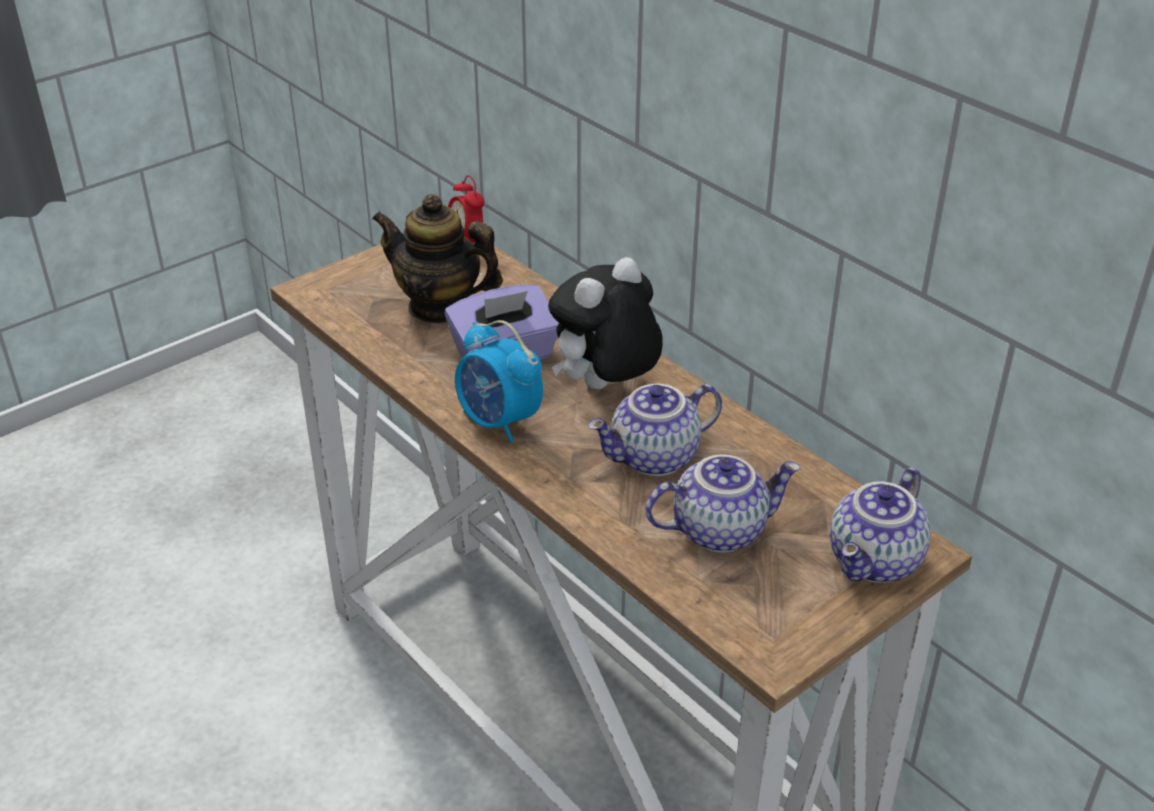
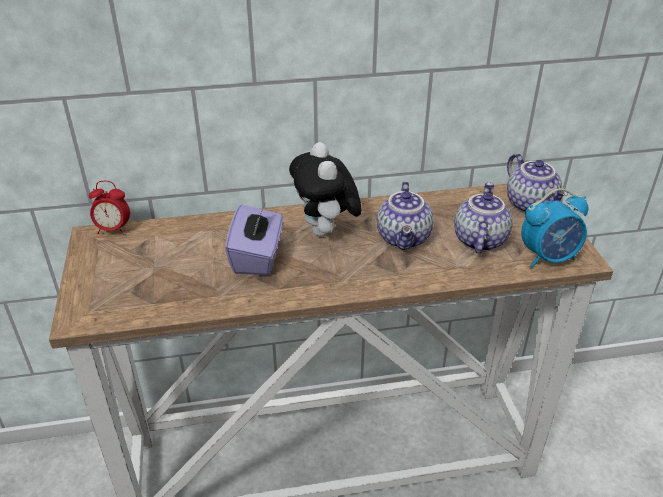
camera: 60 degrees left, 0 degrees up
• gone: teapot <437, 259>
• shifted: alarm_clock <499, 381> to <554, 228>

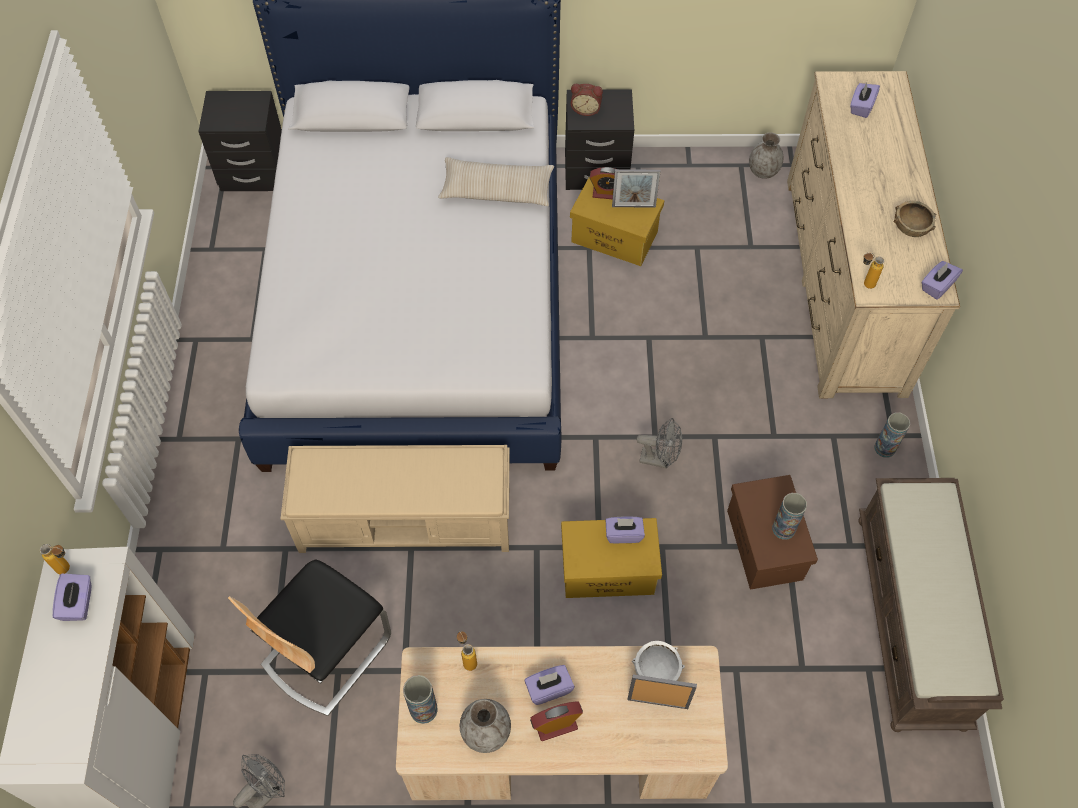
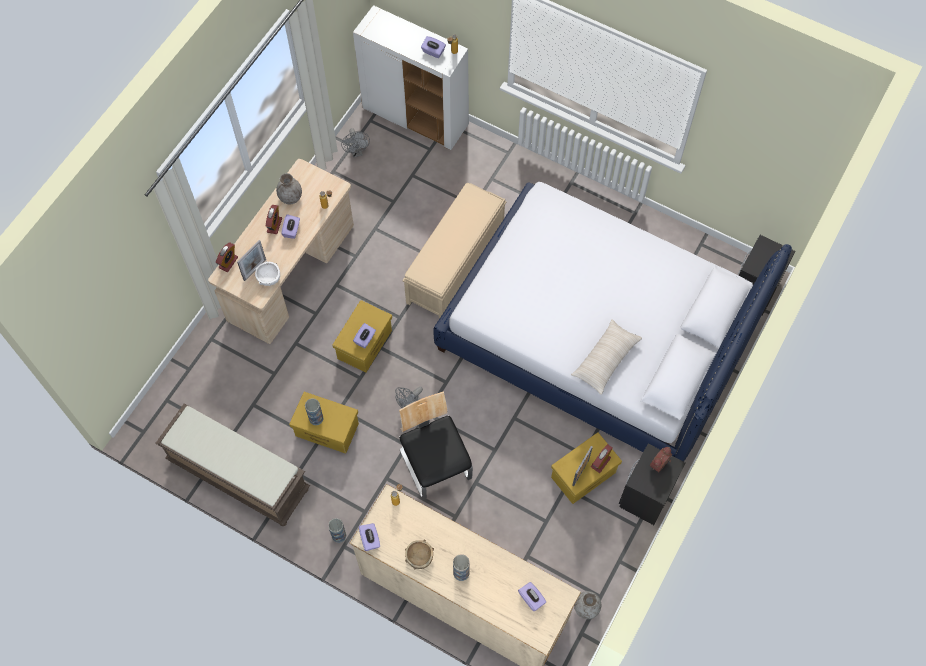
camera: 120 degrees right, 5 degrees up
• new: alarm_clock <227, 257>
• shifted: chair <309, 638> to <436, 445>
• shifted: vase <420, 699> to <461, 567>
• repainted: brown_storage_box <772, 532> to yellow_storage_box <324, 423>

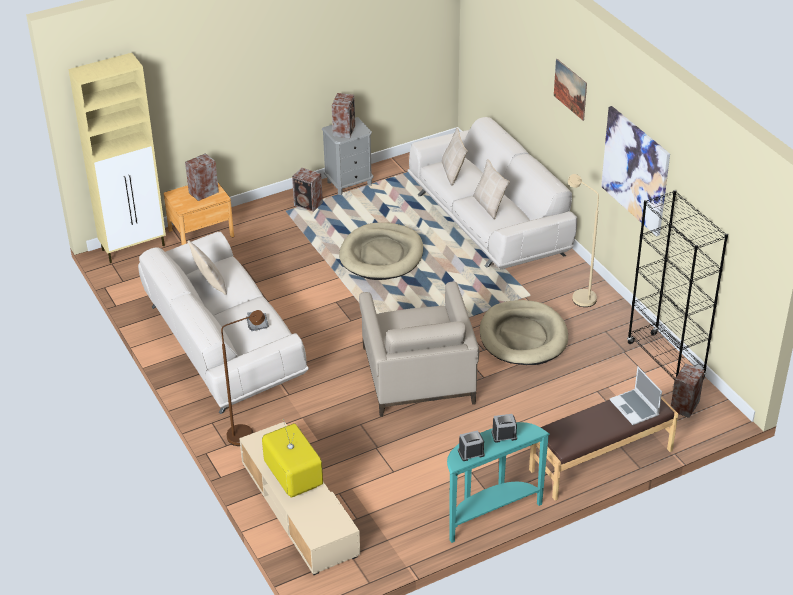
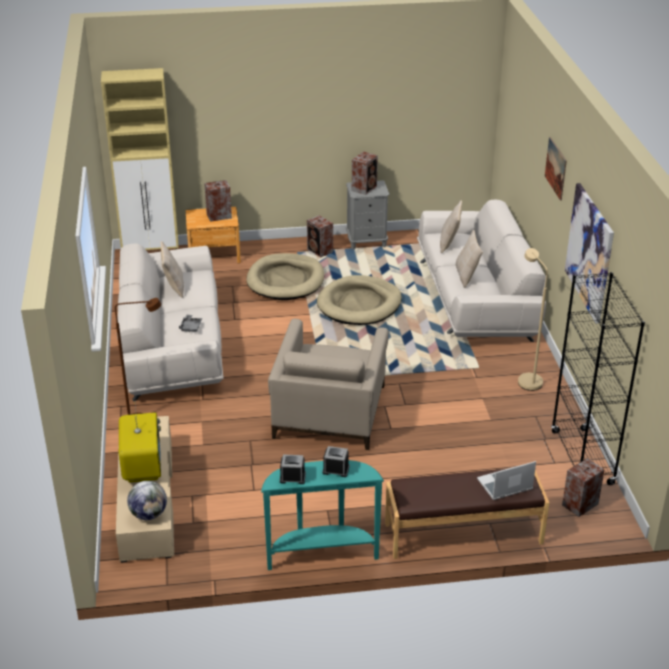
camera: 20 degrees right, 5 degrees down
• new: globe <147, 500>
• shifted: beige_dog_bed <524, 332> to <285, 276>
• rotated: laptop <636, 395> = <506, 480> 75 degrees clockwise

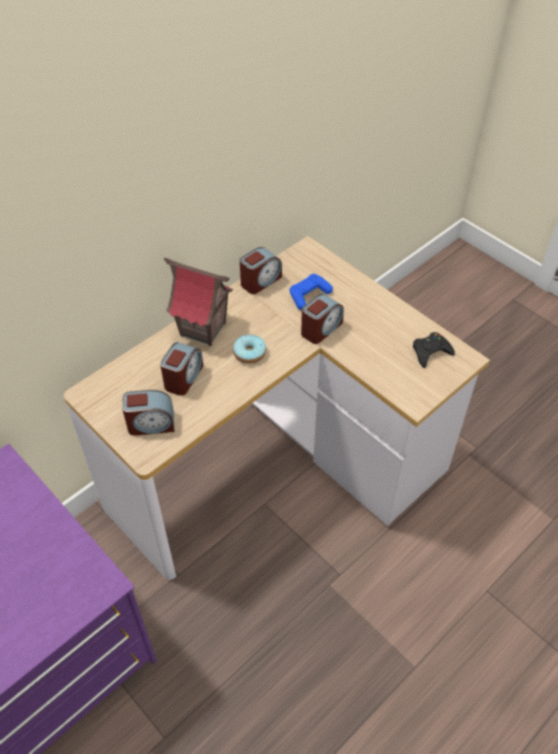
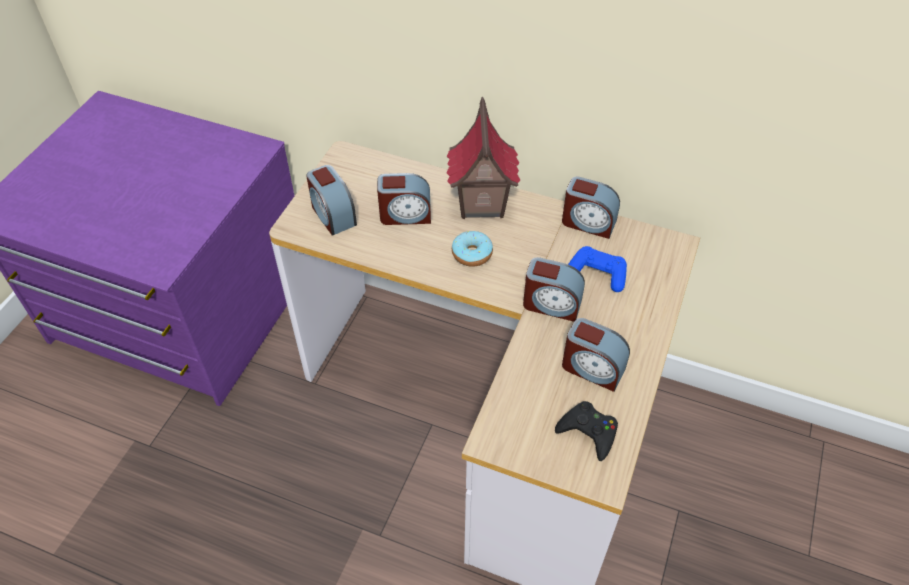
camera: 65 degrees right, 0 degrees up
• new: alarm_clock <596, 355>

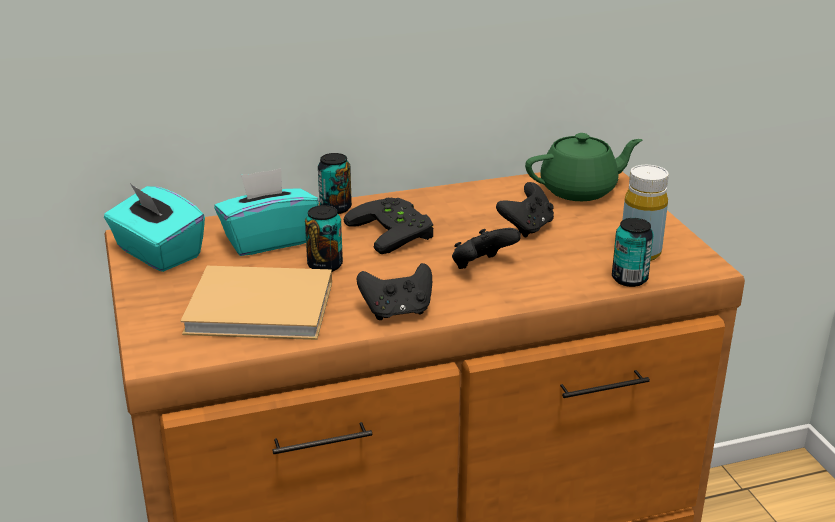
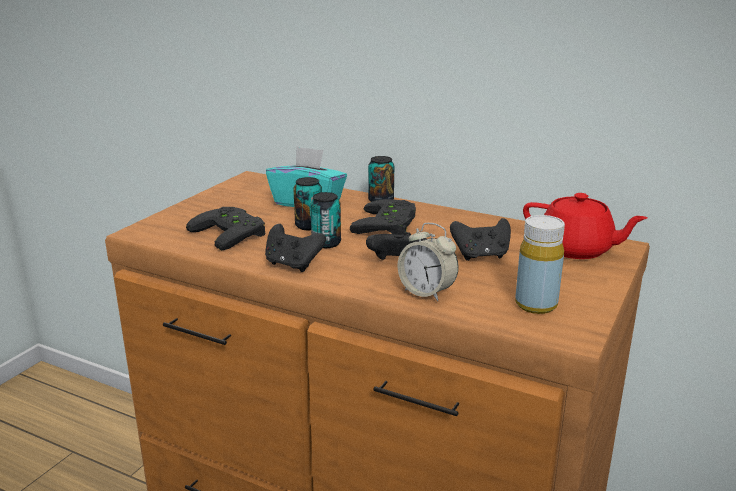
camera: 45 degrees right, 5 degrees down
• gone: turquoise_tissue_box <154, 227>
• new: alarm_clock <428, 262>
• shifted: can <633, 252> to <325, 220>
• swapped: beige_book <256, 303> to black_game_controller <226, 228>
• repainted: green_teapot <584, 167> to red_teapot <585, 226>

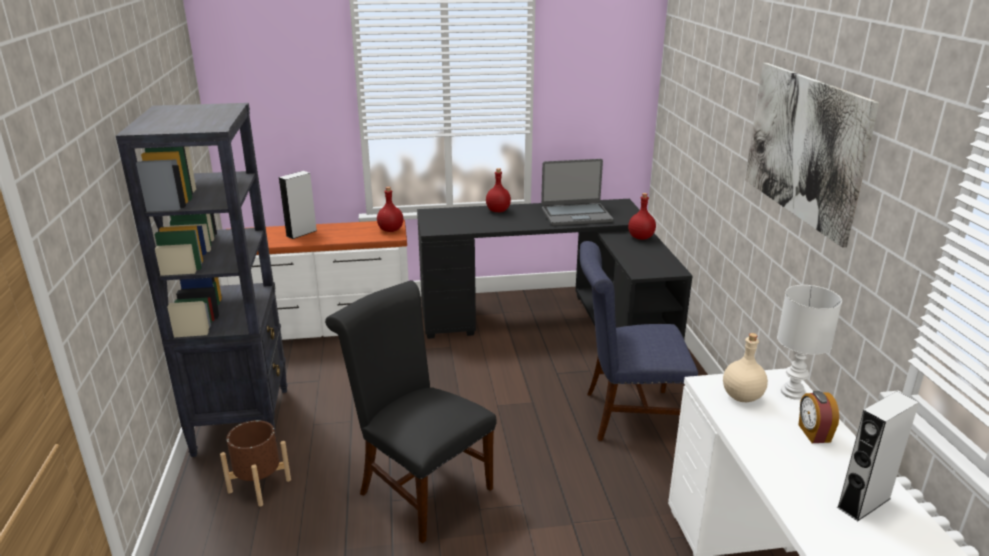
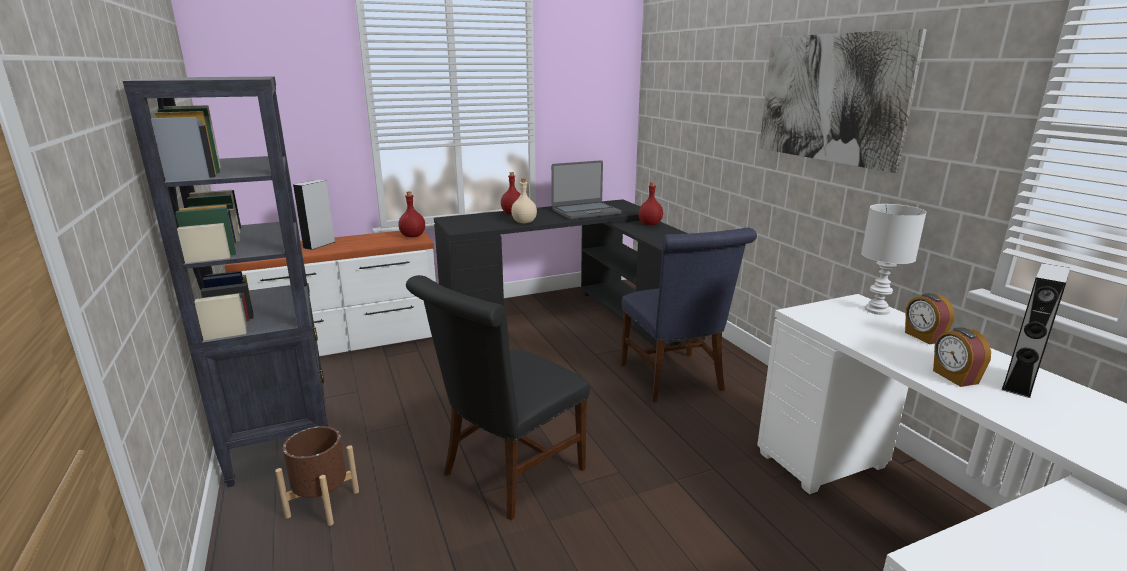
camera: 15 degrees left, 5 degrees down
• new: alarm_clock <962, 357>
• shifted: beige_bottle <745, 367> to <524, 201>
• rotated: black_chair <411, 411> = <498, 398> 75 degrees counterclockwise
• rotated: blue_chair <639, 341> = <689, 315> 90 degrees counterclockwise

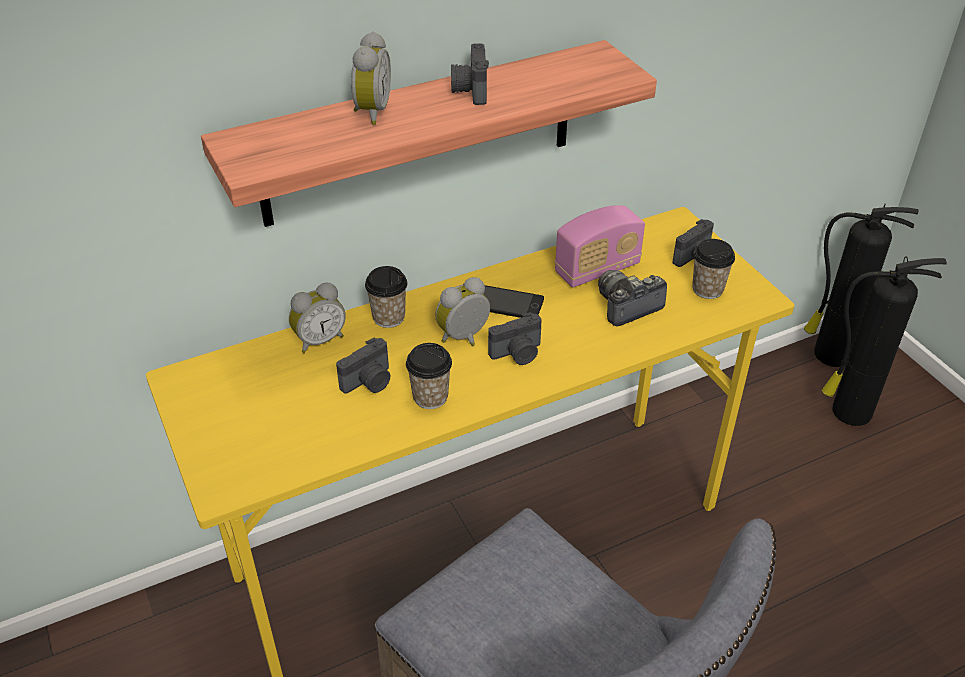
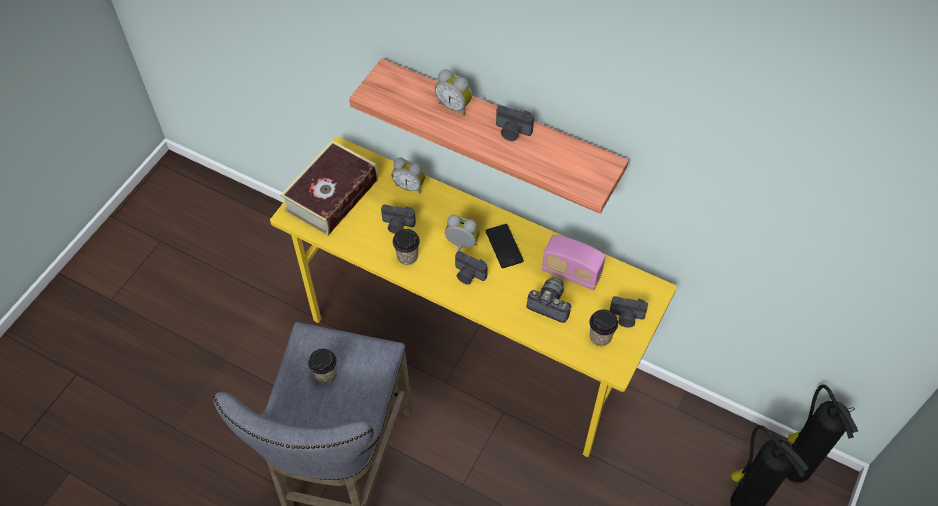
camera: 55 degrees right, 15 degrees up
• new: book <329, 188>
• shifted: cup <386, 297> to <322, 366>
• rotated: alarm_clock <371, 78> = <453, 92> 60 degrees clockwise
• rotated: photo_camera <470, 74> = <515, 123> 120 degrees counterclockwise

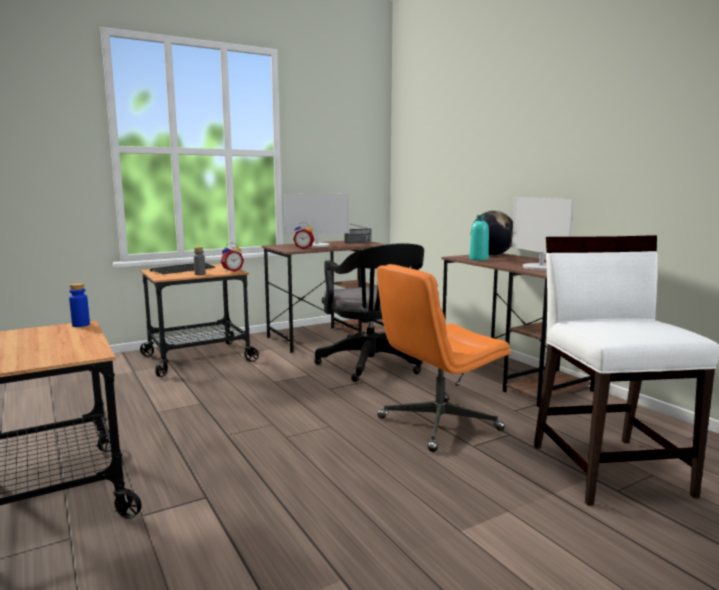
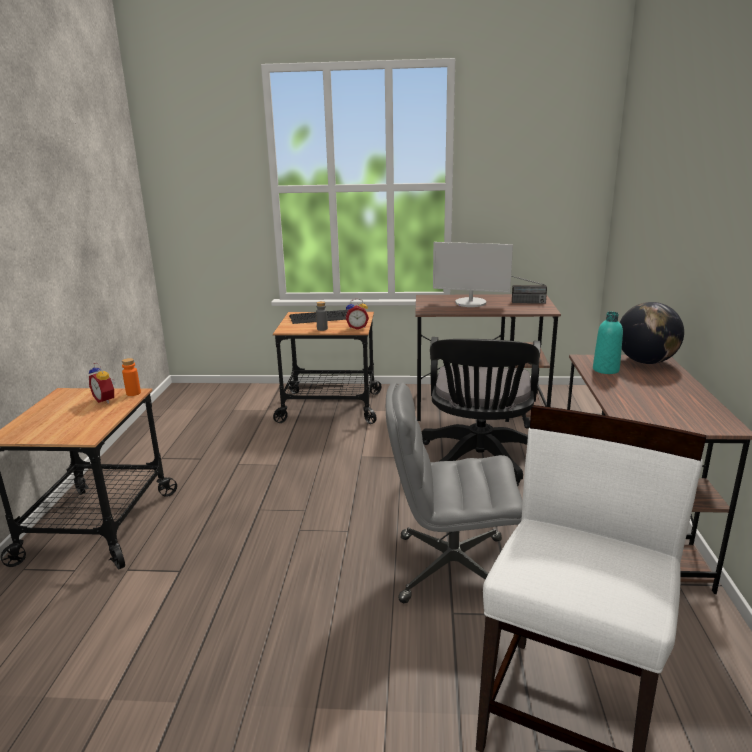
camera: 35 degrees right, 10 degrees up
• gone: monitor <543, 233>
• shifted: alarm_clock <303, 235> to <102, 383>
• repainted: blue_bottle <79, 305> to orange_bottle <131, 377>
• repainted: orange_office_chair <443, 358> to grey_office_chair <454, 493>

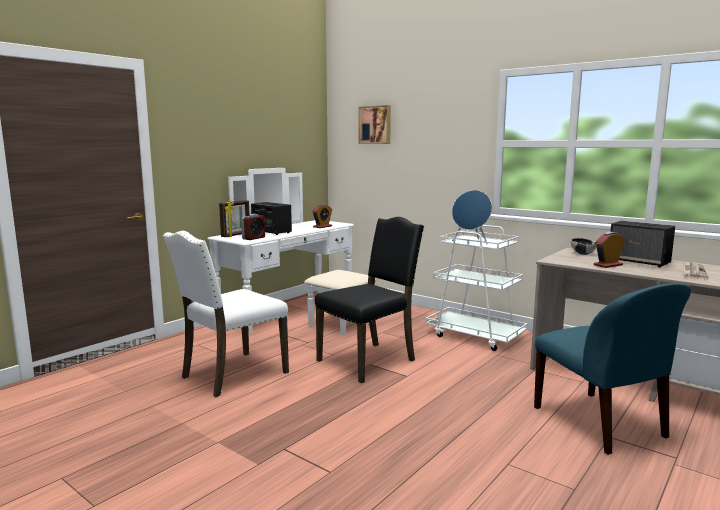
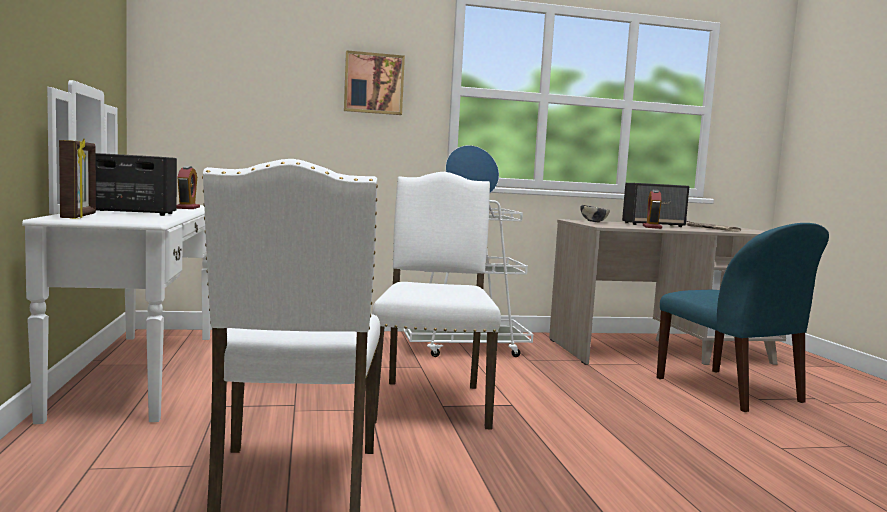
camera: 50 degrees left, 5 degrees down
• gone: alarm_clock <253, 227>
• shifted: picture <374, 124> to <374, 82>
• repainted: black_chair <369, 300> to white_chair <436, 301>
• rotated: blue_chair <612, 369> = <743, 317> 45 degrees clockwise

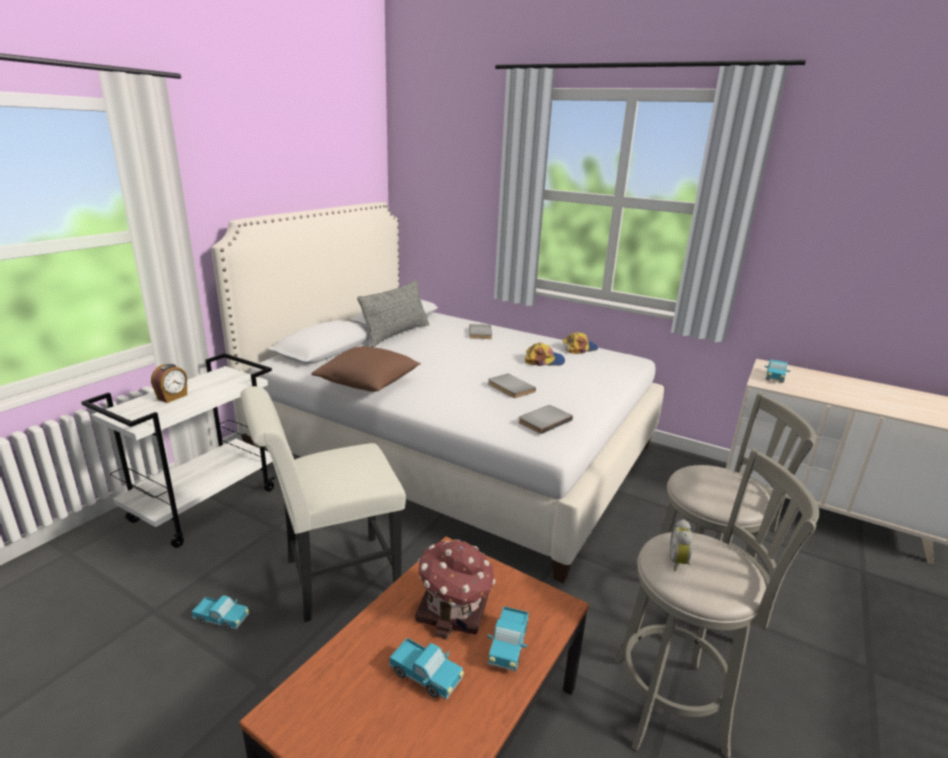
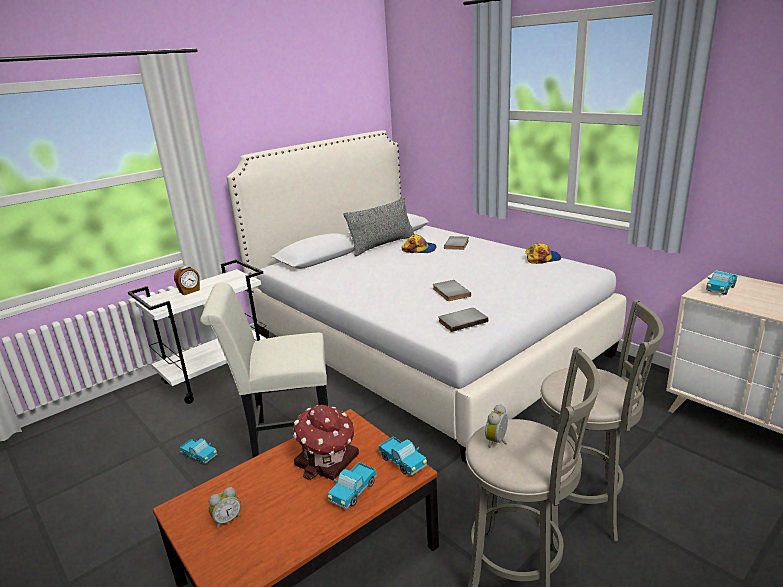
camera: 20 degrees right, 0 degrees up
• gone: brown_pillow <366, 369>
• new: alarm_clock <225, 508>
• shifted: toy_truck <426, 669> to <403, 456>
• shifted: cap <545, 354> to <419, 244>

